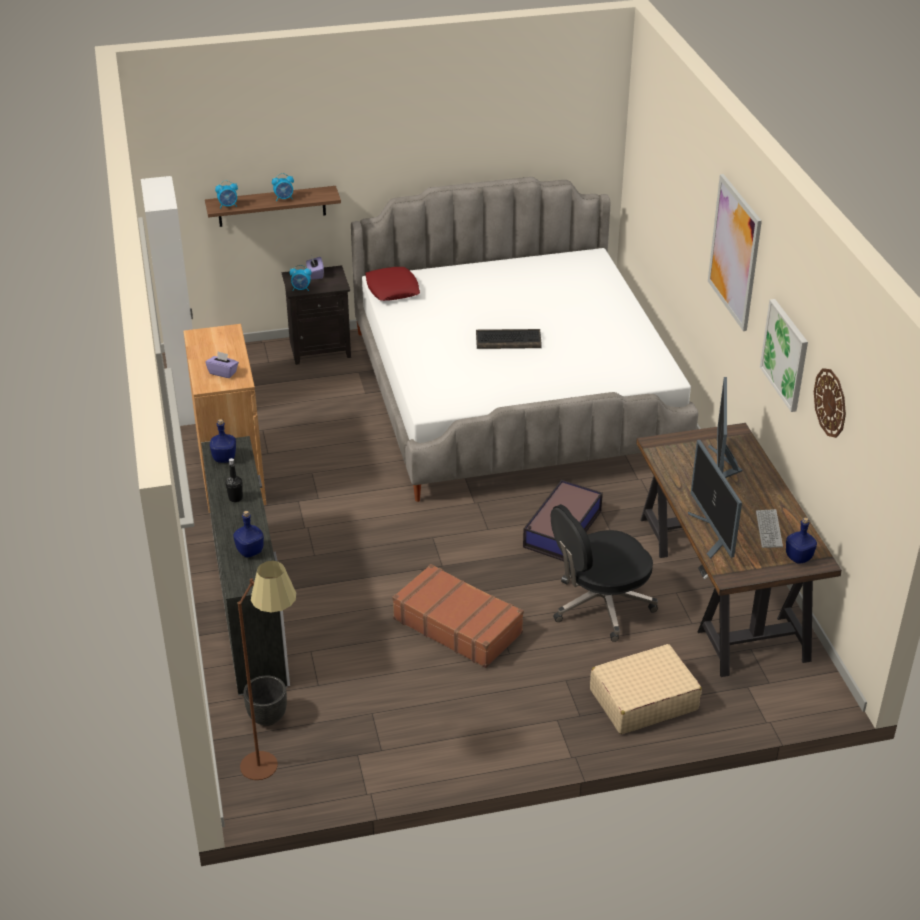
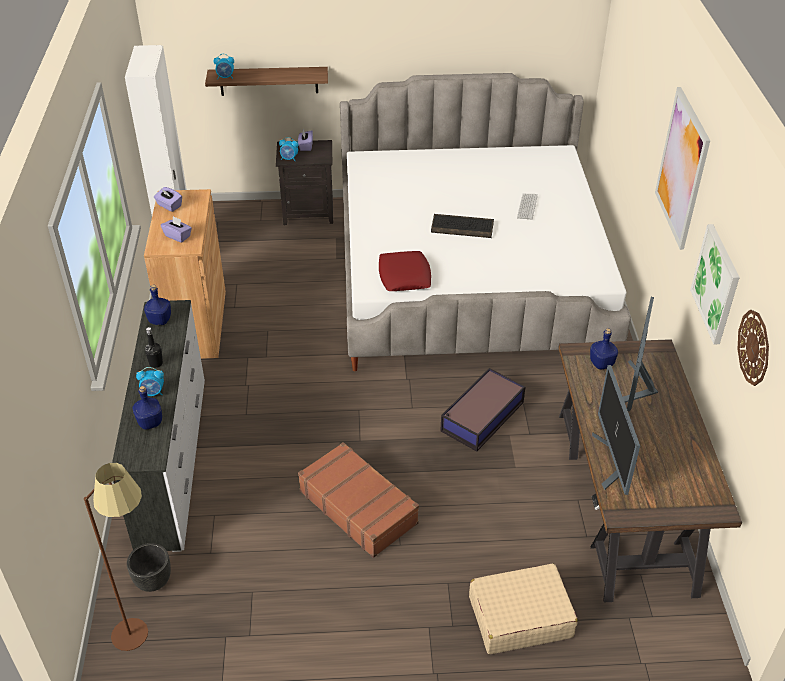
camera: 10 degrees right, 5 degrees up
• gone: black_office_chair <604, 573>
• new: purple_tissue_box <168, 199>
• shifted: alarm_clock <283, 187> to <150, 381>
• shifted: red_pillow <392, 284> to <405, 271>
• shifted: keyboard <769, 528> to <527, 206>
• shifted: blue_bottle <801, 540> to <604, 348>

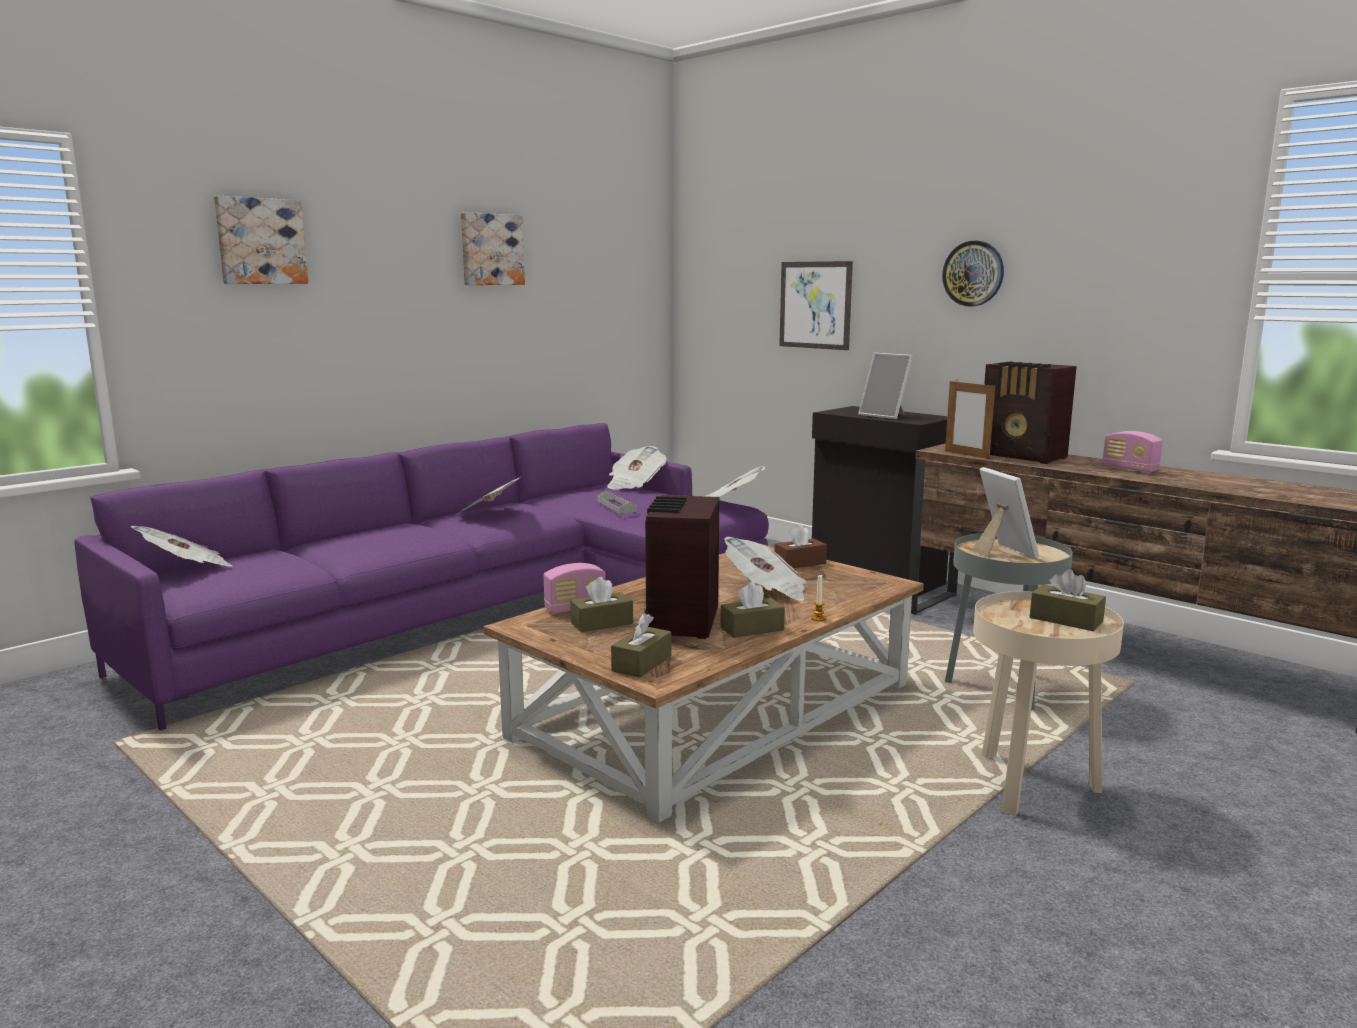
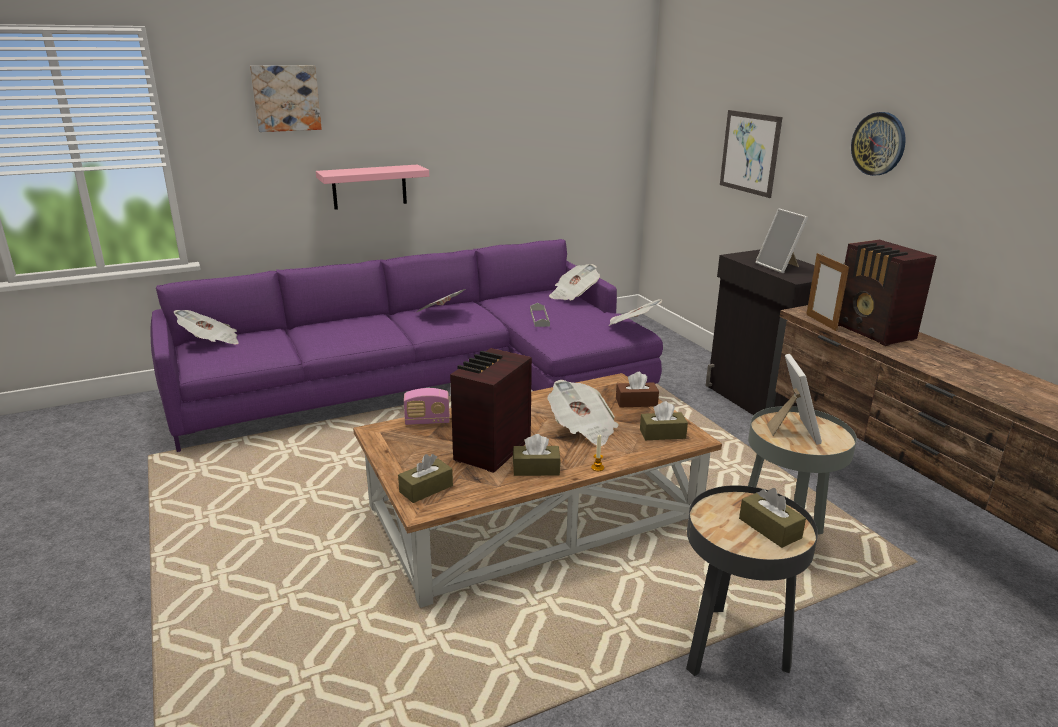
camera: 20 degrees right, 10 degrees up
• gone: picture <493, 248>
• gone: radio <1132, 452>
• new: pink_shelf <372, 187>
• shifted: brown_tissue_box <601, 604> to <664, 420>
• repainted: beige_side_table <1048, 703> to black_side_table <752, 580>

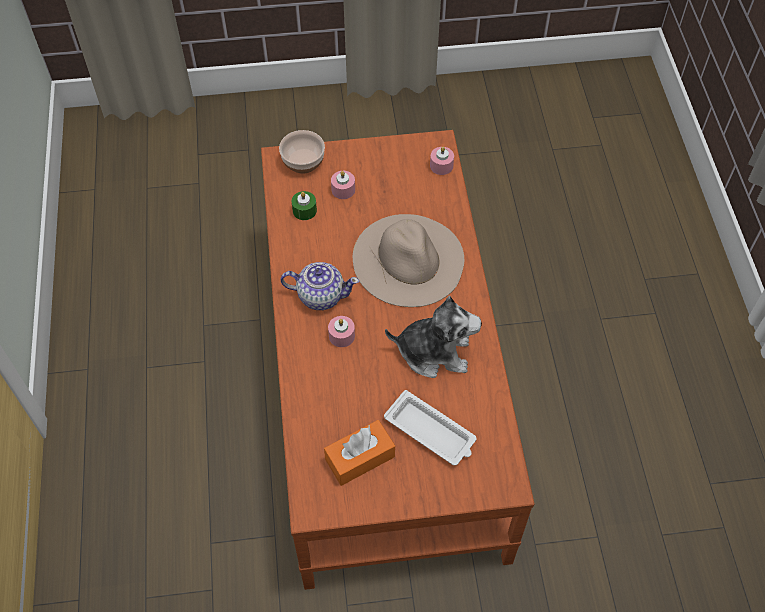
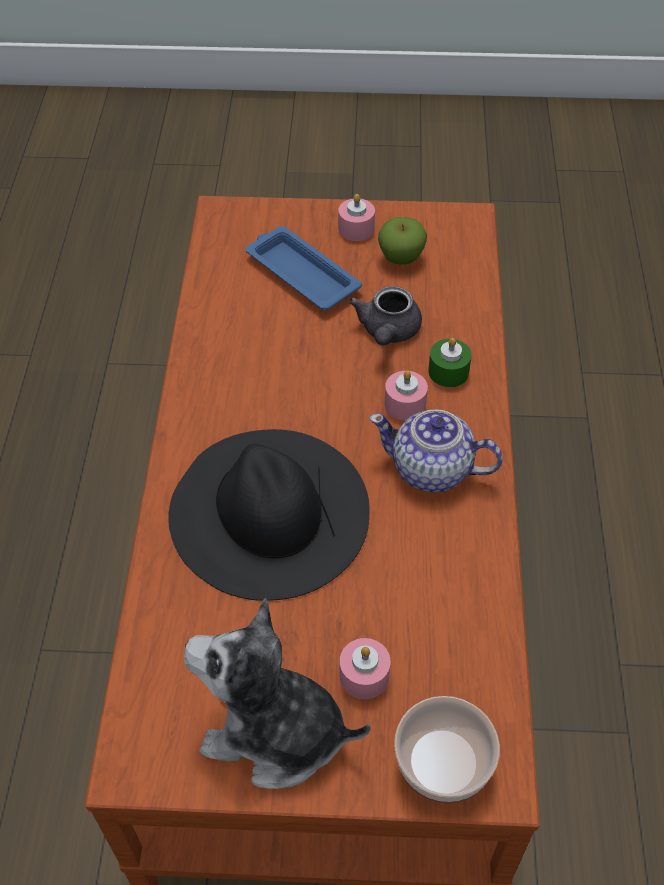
camera: 170 degrees left, 5 degrees down
• new: grey_teapot <385, 315>
• shifted: green_candle <304, 205> to <450, 362>
• shifted: plush_toy <433, 337> to <277, 693>
• shifted: pink_candle <442, 161> to <356, 217>
• swapped: orange_tissue_box <359, 453> to apple <402, 241>
• repainted: beige_hat <408, 260> to black_hat <268, 515>
• repainted: white_tray <430, 428> to blue_tray <303, 268>

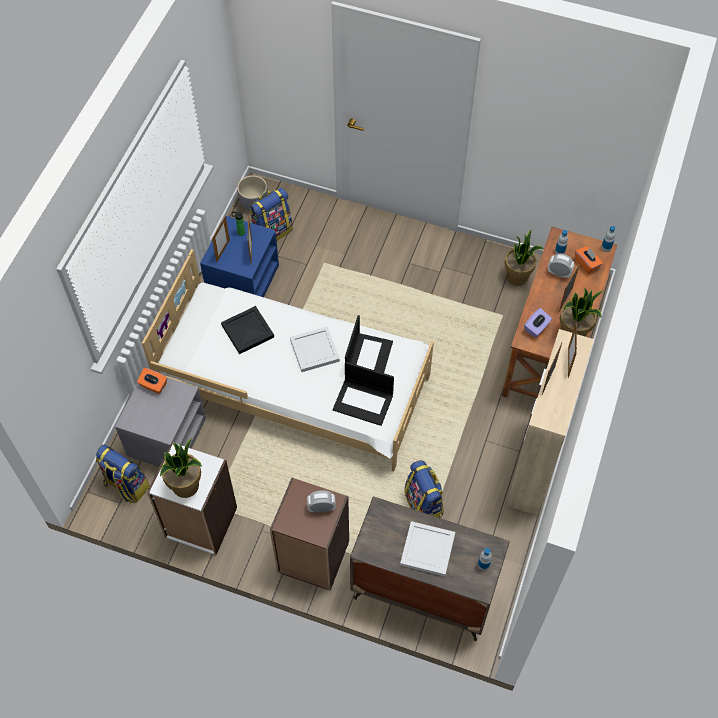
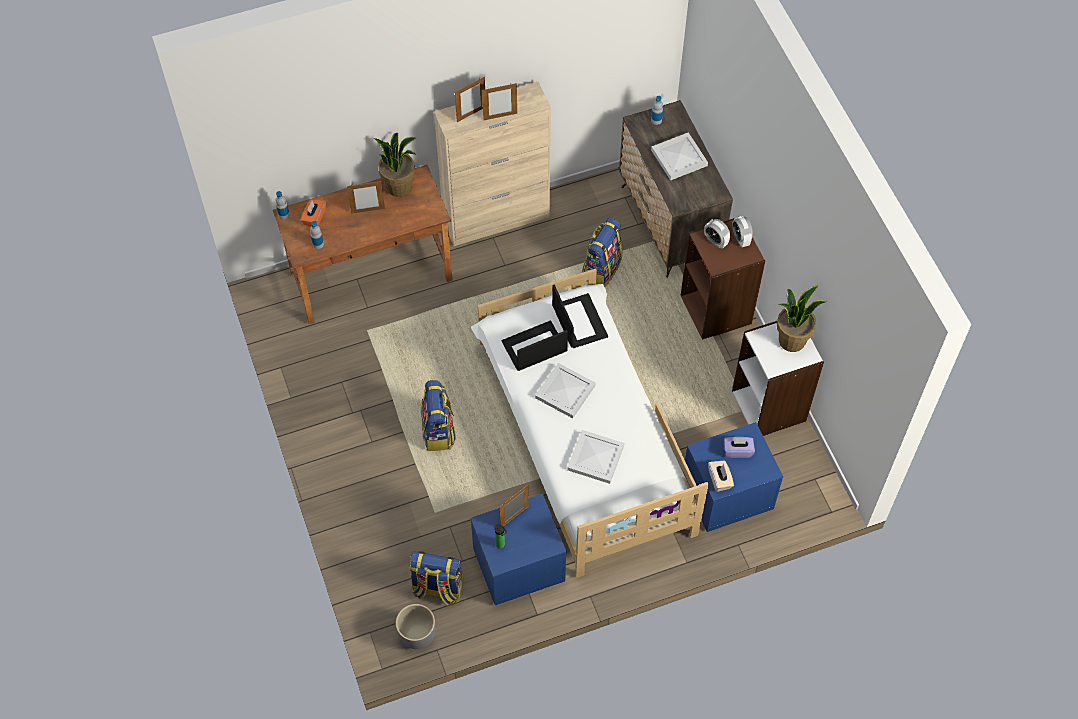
camera: 130 degrees left, 0 degrees up
• gone: picture_frame <221, 239>
• gone: potted_plant <524, 257>
• shifted: backpack <123, 474> to <438, 415>
• shifted: purple_tissue_box <538, 323> to <739, 447>
• shifted: alarm_clock <561, 266> to <742, 231>
• repainted: grey_nightstand <160, 422> to blue_nightstand <733, 477>
• repainted: orange_tissue_box <152, 381> to beige_tissue_box <721, 476>
• repainted: black_tray <247, 330> to white_tray <595, 457>

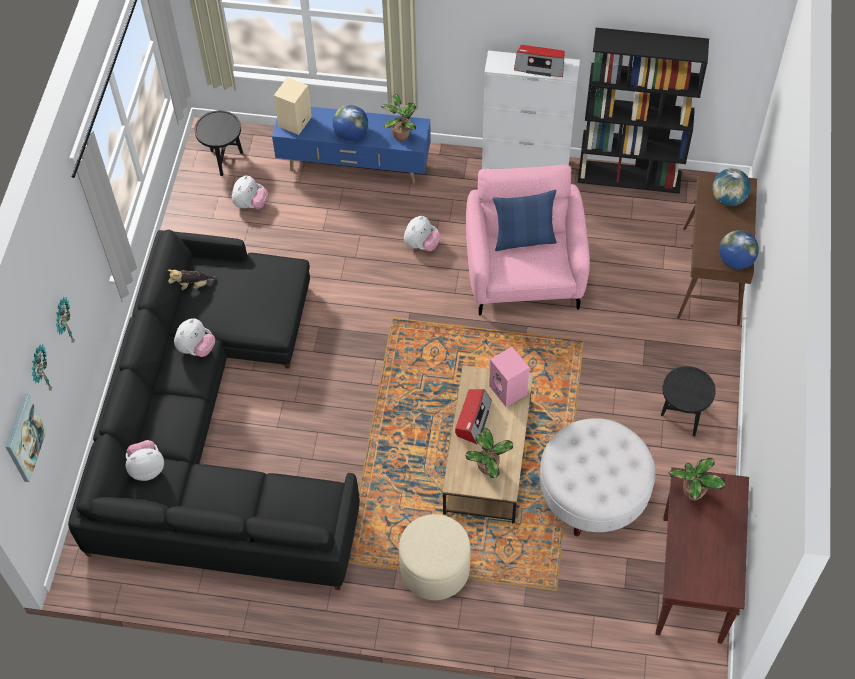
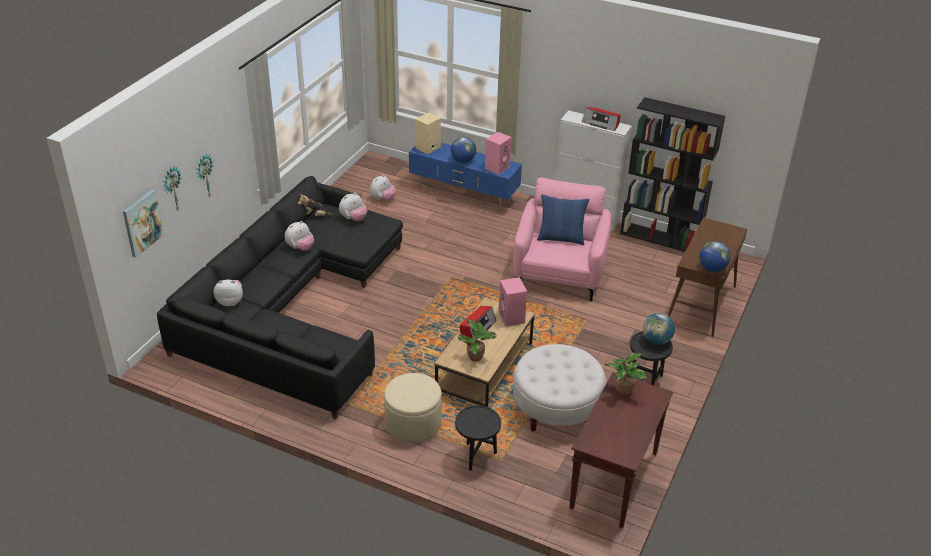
camera: 15 degrees right, 20 degrees down
• shifted: black_side_table <218, 143> to <478, 438>
• shifted: plush_toy <422, 233> to <353, 206>
• shifted: globe <731, 187> to <659, 329>
• swapped: potted_plant <399, 117> to pink_speaker <498, 153>

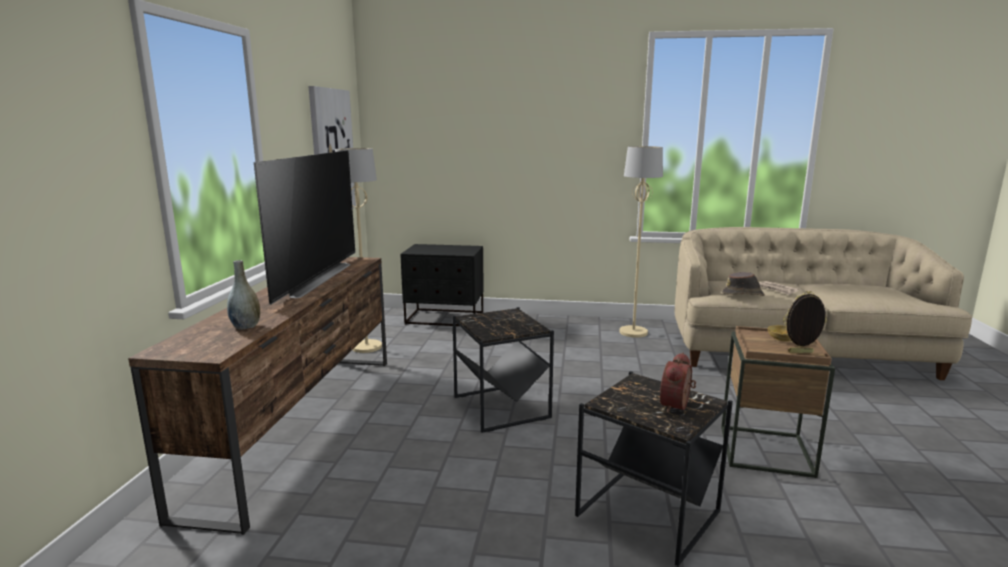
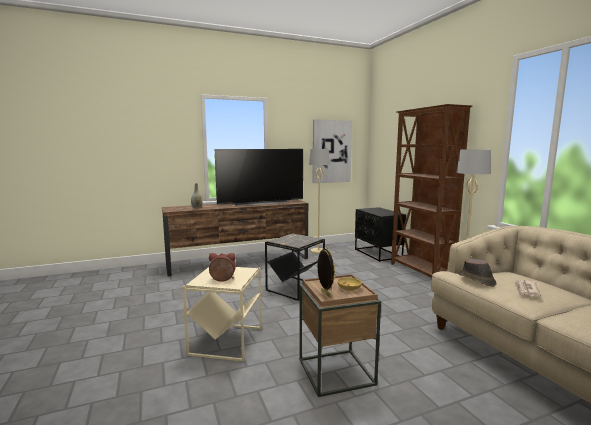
camera: 60 degrees right, 5 degrees down
• new: brown_bookcase <431, 191>
• repainted: black_side_table <654, 469> to beige_side_table <222, 313>

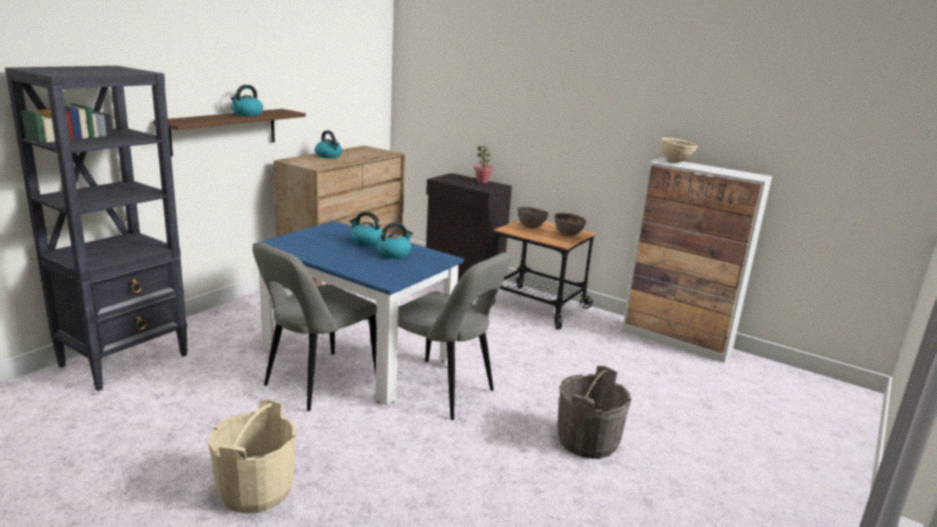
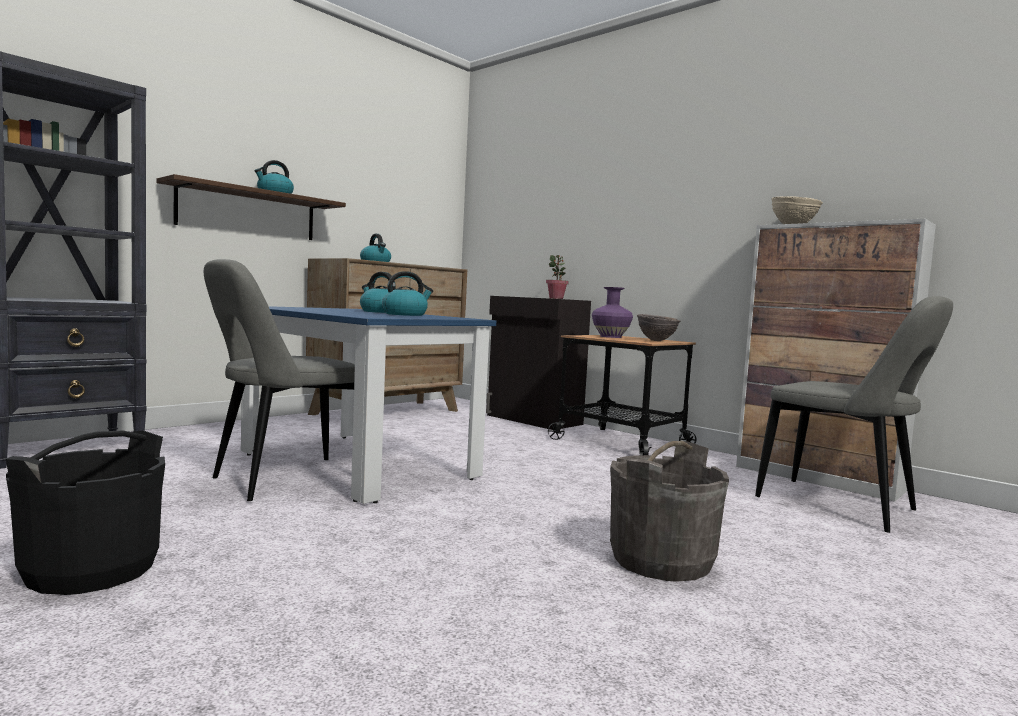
camera: 10 degrees right, 15 degrees down
• shifted: grey_chair <454, 336> to <854, 414>
• swapped: brown_bowl <533, 217> to purple_vase <612, 312>
• repainted: beige_bucket <252, 456> to black_bucket <85, 512>

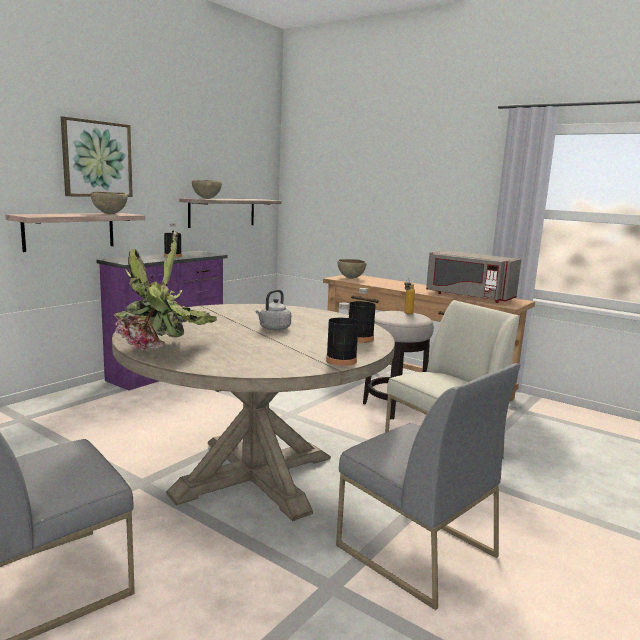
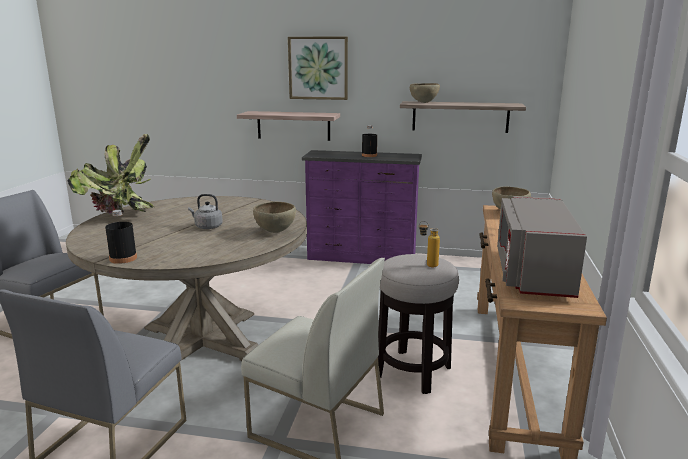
camera: 65 degrees right, 5 degrees up
• gone: black_bottle <362, 315>
• shifted: brown_bowl <109, 203> to <274, 217>

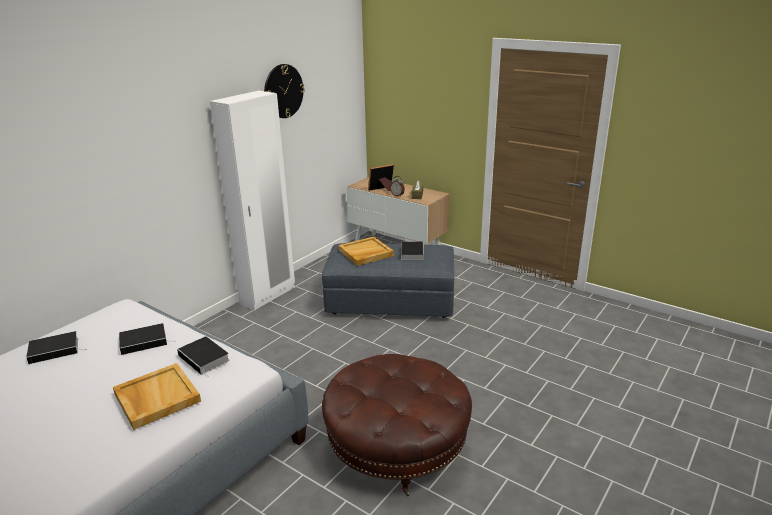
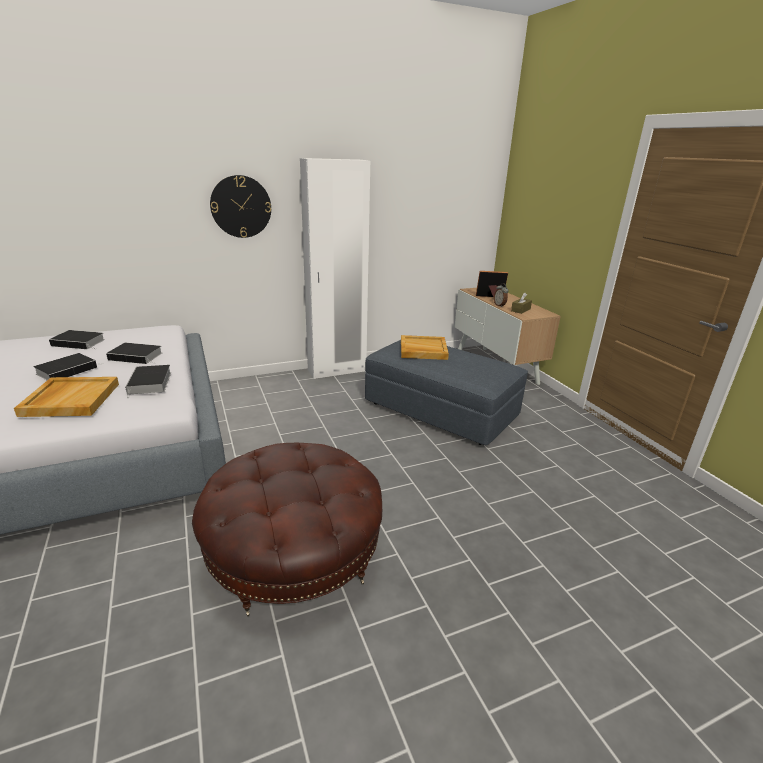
camera: 30 degrees right, 0 degrees up
• shifted: wall_clock <284, 91> to <240, 206>
• shifted: book <412, 251> to <65, 366>

